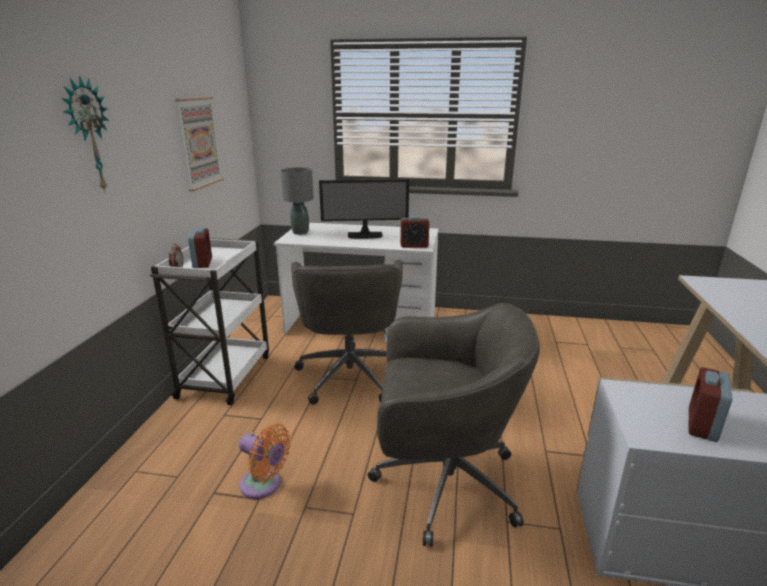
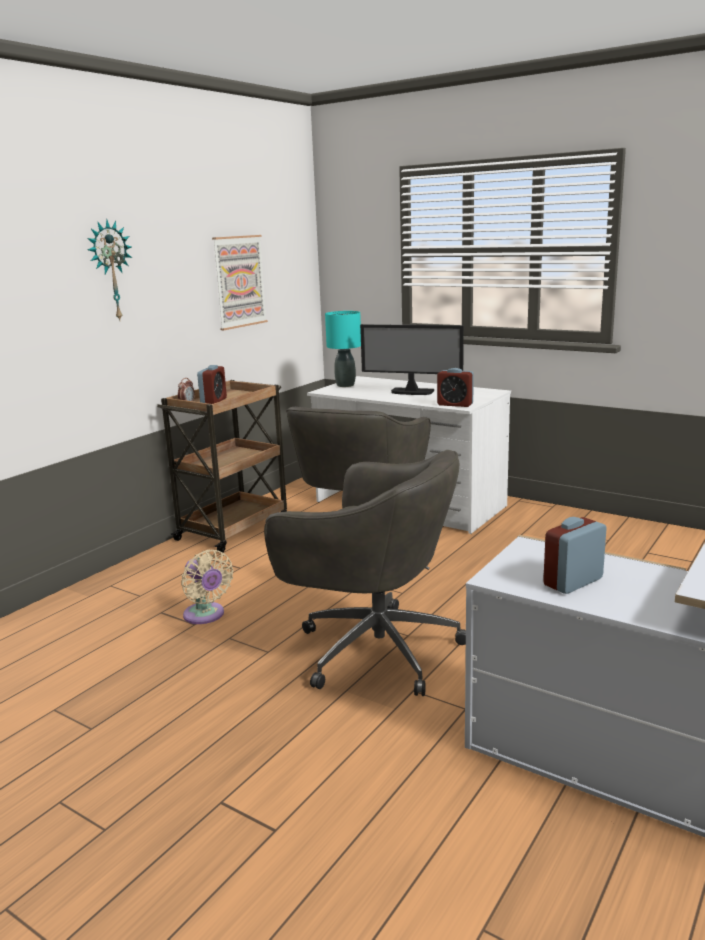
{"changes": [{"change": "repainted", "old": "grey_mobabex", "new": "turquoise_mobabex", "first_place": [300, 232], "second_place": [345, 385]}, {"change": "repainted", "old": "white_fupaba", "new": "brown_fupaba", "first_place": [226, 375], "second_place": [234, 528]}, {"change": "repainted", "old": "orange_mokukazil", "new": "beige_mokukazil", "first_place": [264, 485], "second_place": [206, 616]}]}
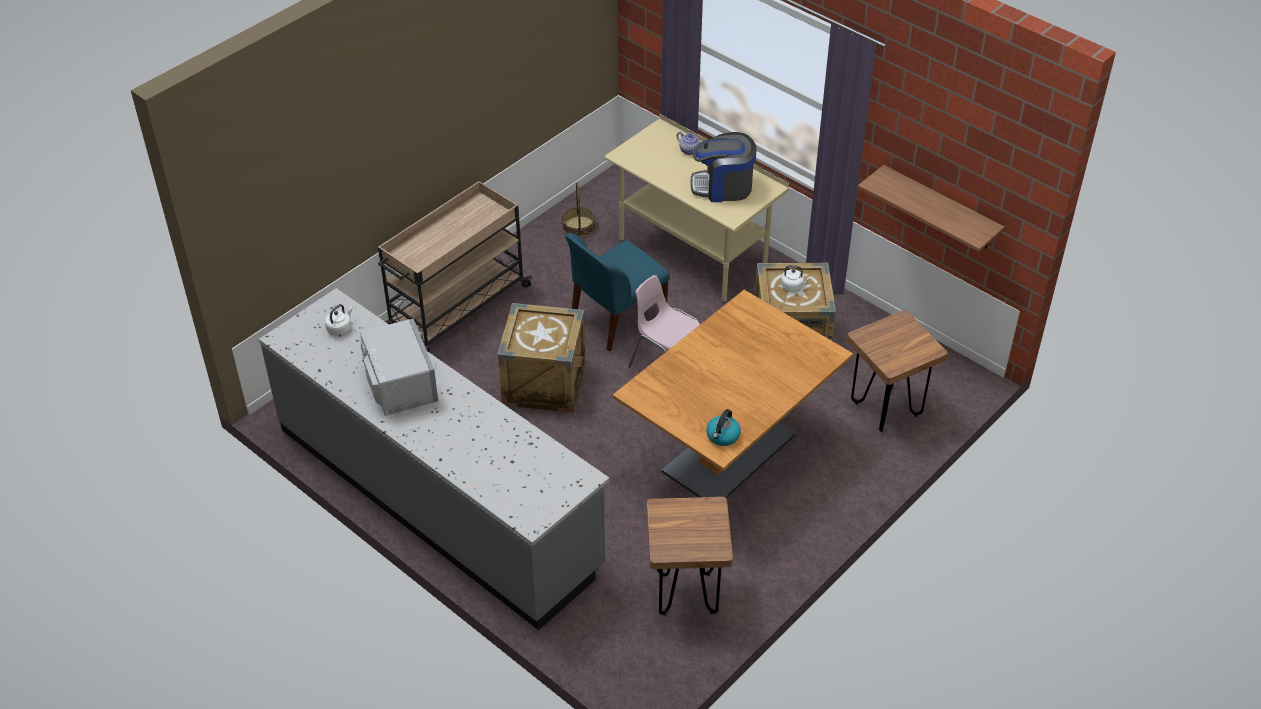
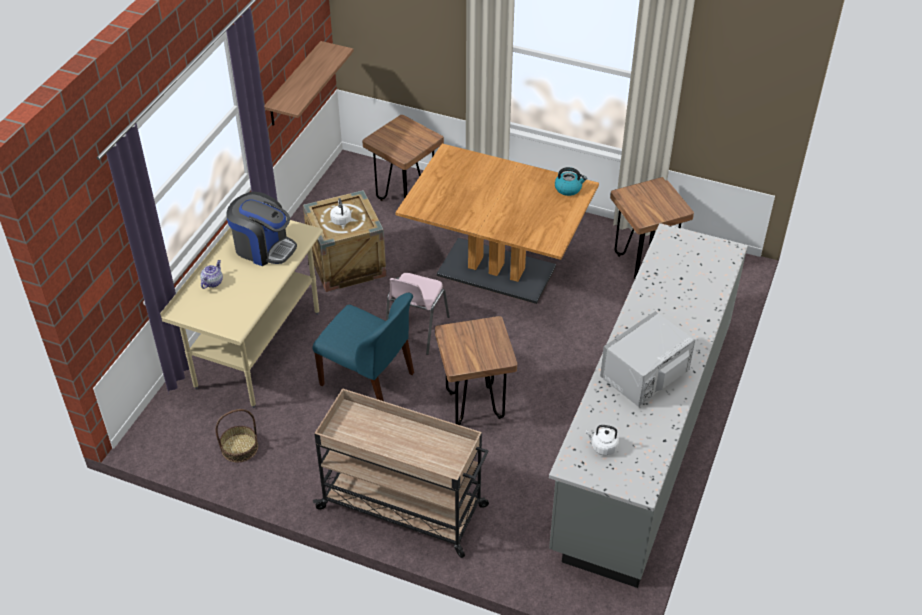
{"changes": [{"change": "rotated", "old": "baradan", "first_place": [723, 187], "second_place": [263, 248], "degrees": -45}, {"change": "swapped", "old": "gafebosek", "new": "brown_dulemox", "first_place": [544, 383], "second_place": [474, 406]}]}
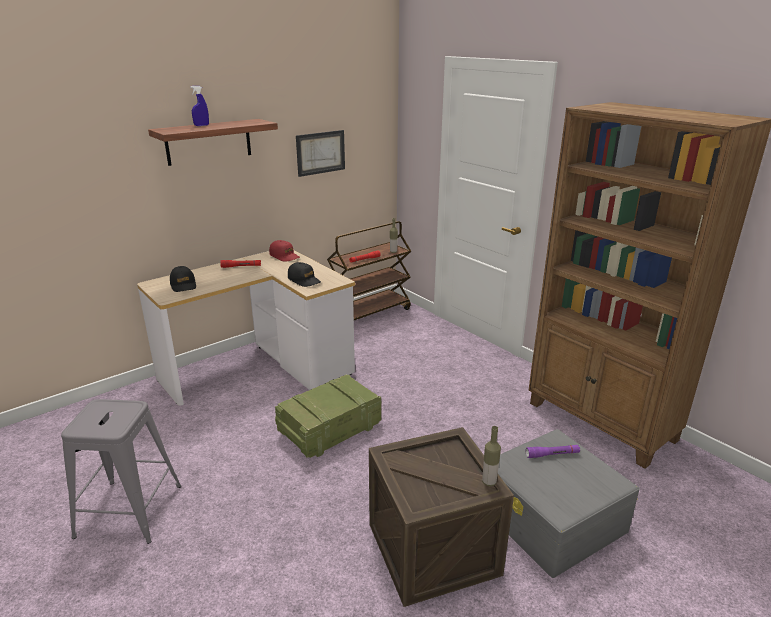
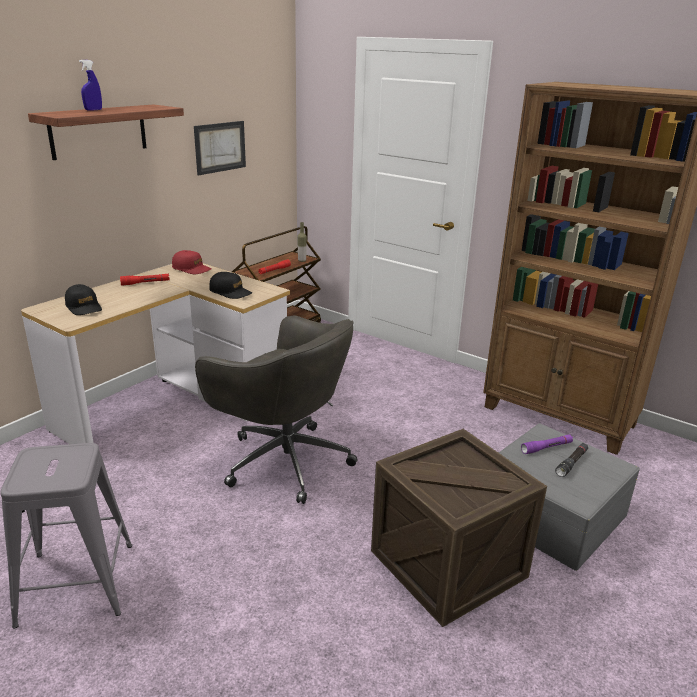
{"changes": [{"change": "swapped", "old": "gafebosek", "new": "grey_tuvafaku", "first_place": [329, 430], "second_place": [284, 460]}, {"change": "gone", "old": "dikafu", "first_place": [489, 482]}, {"change": "new", "new": "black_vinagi", "second_place": [571, 463]}]}
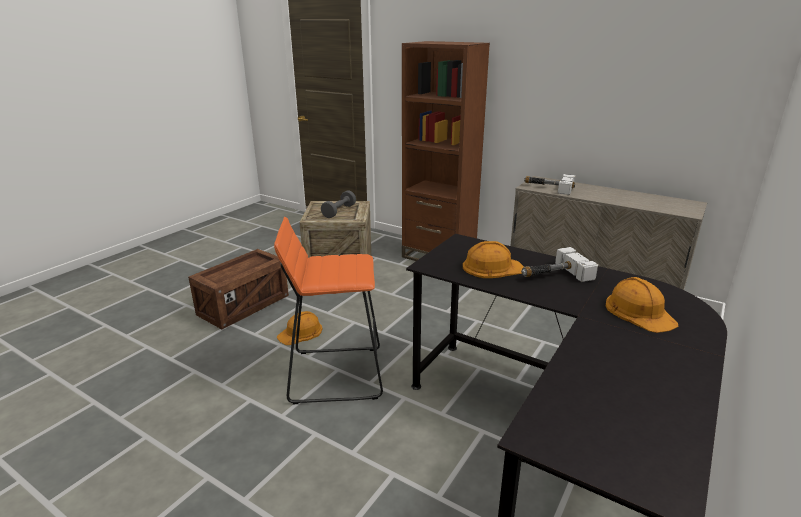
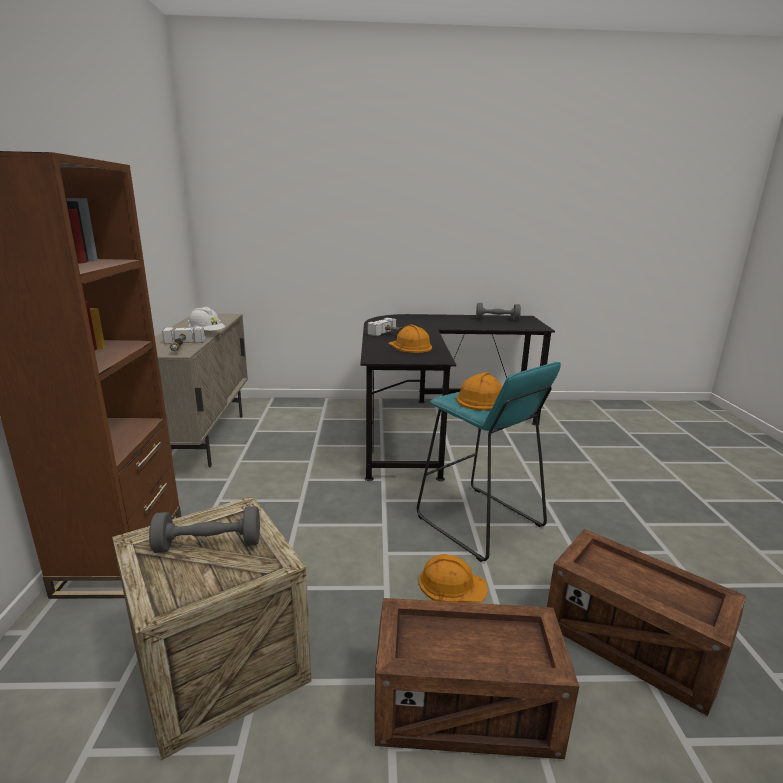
{"changes": [{"change": "repainted", "old": "orange_dulemox", "new": "turquoise_dulemox", "first_place": [335, 374], "second_place": [479, 522]}, {"change": "shifted", "old": "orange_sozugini", "first_place": [639, 311], "second_place": [482, 399]}, {"change": "new", "new": "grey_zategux", "second_place": [497, 319]}, {"change": "new", "new": "white_sozugini", "second_place": [206, 333]}, {"change": "new", "new": "gafebosek", "second_place": [630, 642]}]}
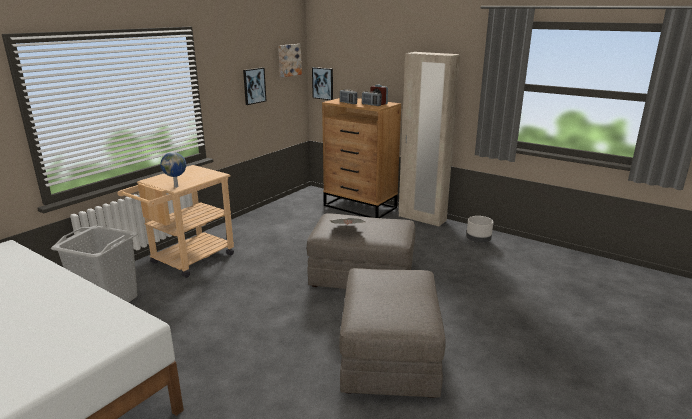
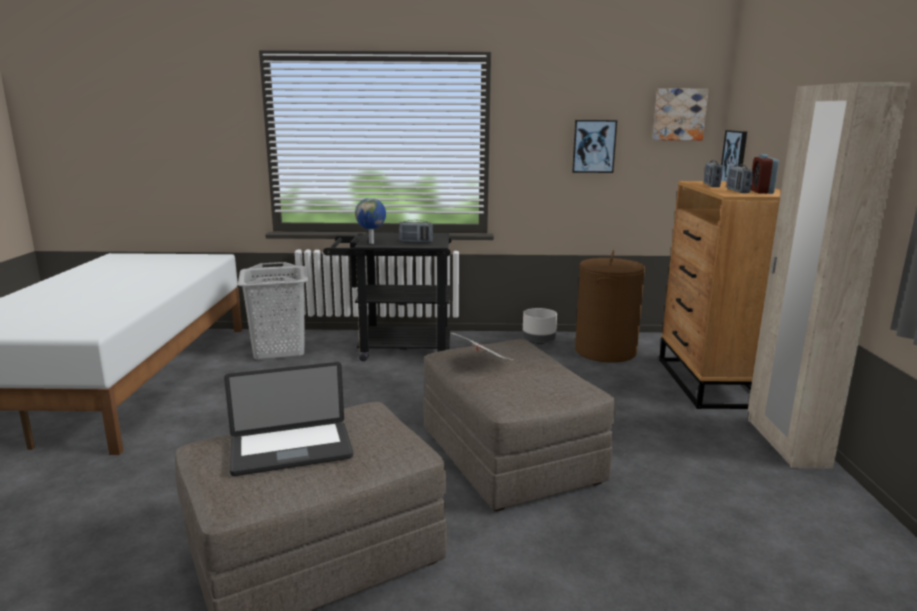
{"changes": [{"change": "repainted", "old": "beige_fupaba", "new": "black_fupaba", "first_place": [187, 261], "second_place": [395, 348]}, {"change": "shifted", "old": "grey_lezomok", "first_place": [478, 241], "second_place": [538, 341]}, {"change": "new", "new": "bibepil", "second_place": [416, 241]}, {"change": "new", "new": "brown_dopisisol", "second_place": [605, 351]}, {"change": "new", "new": "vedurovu", "second_place": [291, 450]}]}
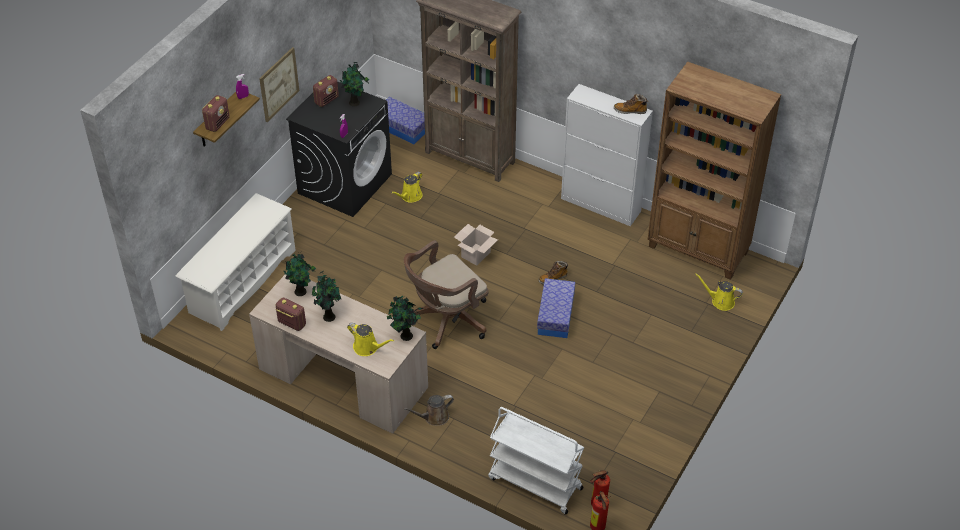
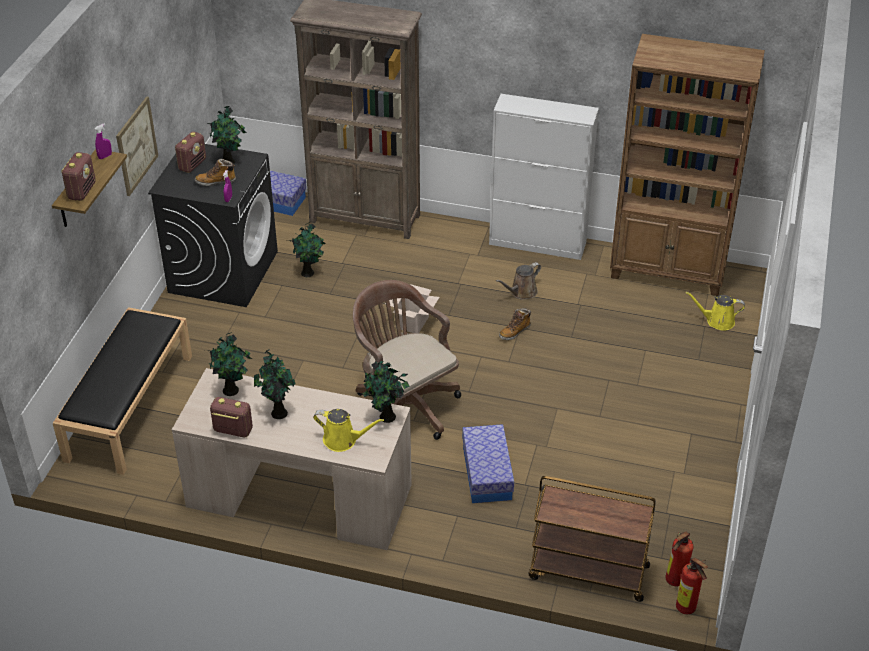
{"changes": [{"change": "shifted", "old": "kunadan", "first_place": [630, 111], "second_place": [216, 181]}, {"change": "swapped", "old": "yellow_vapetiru", "new": "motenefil", "first_place": [410, 196], "second_place": [309, 272]}, {"change": "swapped", "old": "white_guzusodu", "new": "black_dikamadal", "first_place": [242, 281], "second_place": [129, 406]}, {"change": "rotated", "old": "brown_tuvafaku", "first_place": [446, 321], "second_place": [404, 403], "degrees": 105}, {"change": "shifted", "old": "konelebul", "first_place": [555, 315], "second_place": [487, 473]}, {"change": "shifted", "old": "brown_vapetiru", "first_place": [434, 417], "second_place": [521, 292]}, {"change": "repainted", "old": "white_fupaba", "new": "brown_fupaba", "first_place": [534, 483], "second_place": [587, 572]}]}
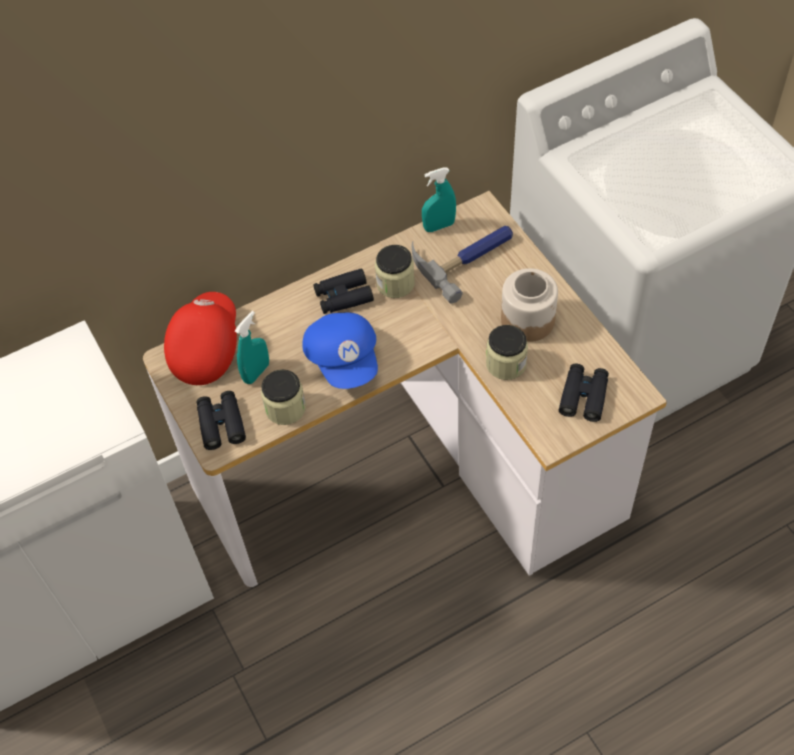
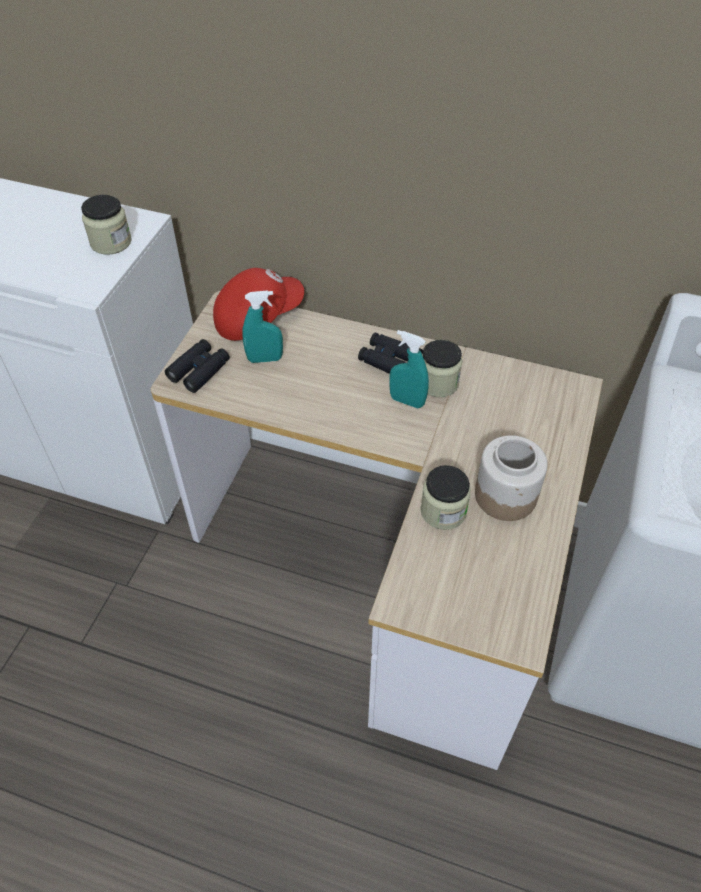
{"changes": [{"change": "shifted", "old": "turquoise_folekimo", "first_place": [439, 226], "second_place": [407, 401]}, {"change": "gone", "old": "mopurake", "first_place": [466, 257]}, {"change": "gone", "old": "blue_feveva", "first_place": [344, 359]}, {"change": "gone", "old": "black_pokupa", "first_place": [583, 396]}, {"change": "shifted", "old": "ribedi", "first_place": [285, 408], "second_place": [111, 242]}]}
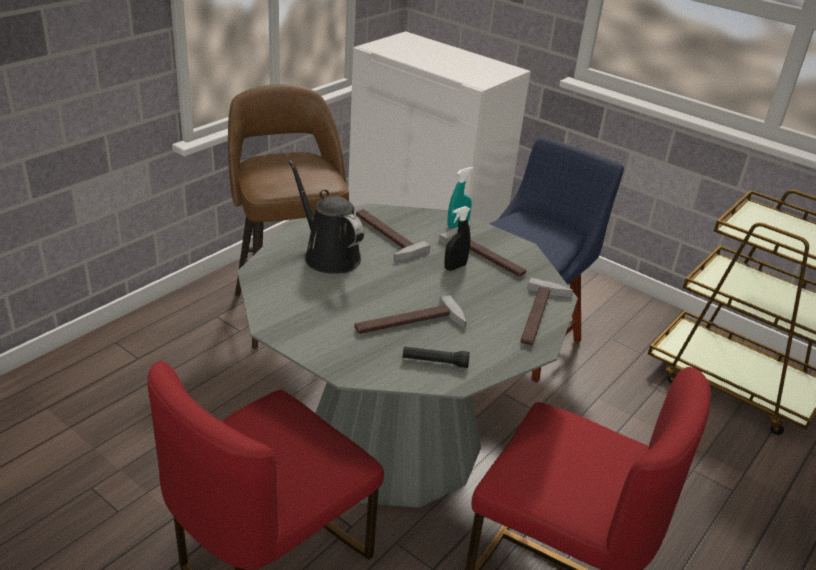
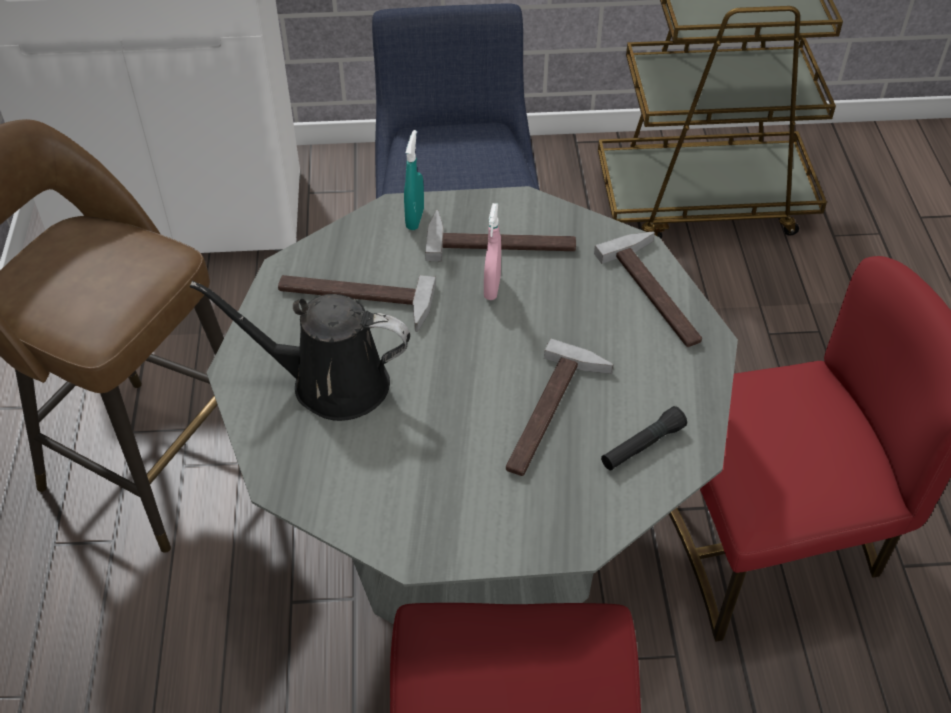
{"changes": [{"change": "repainted", "old": "black_folekimo", "new": "pink_folekimo", "first_place": [455, 267], "second_place": [492, 288]}]}
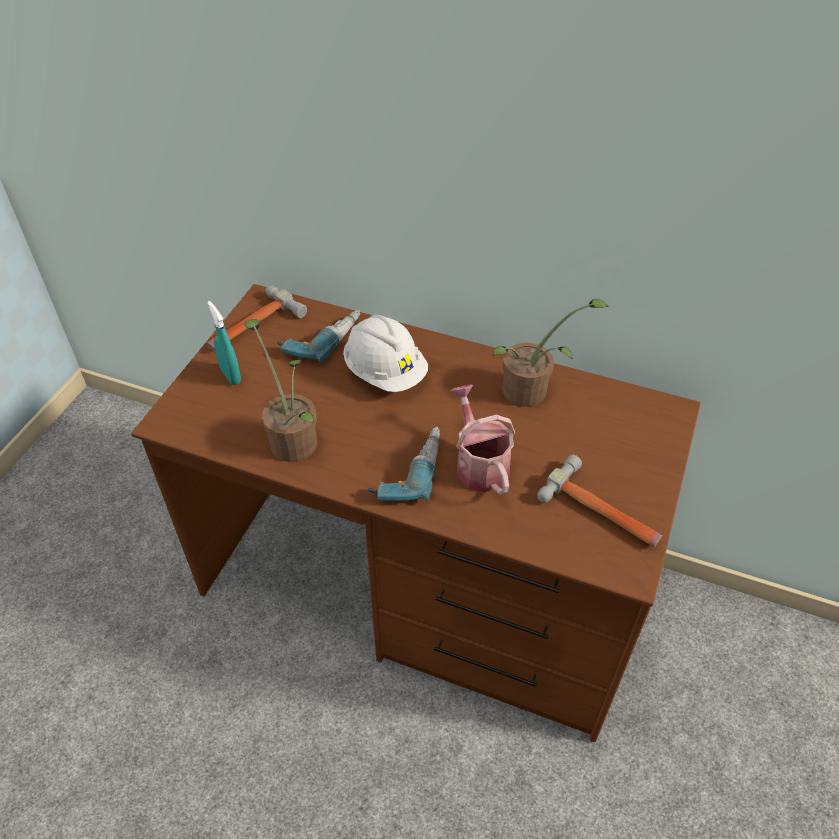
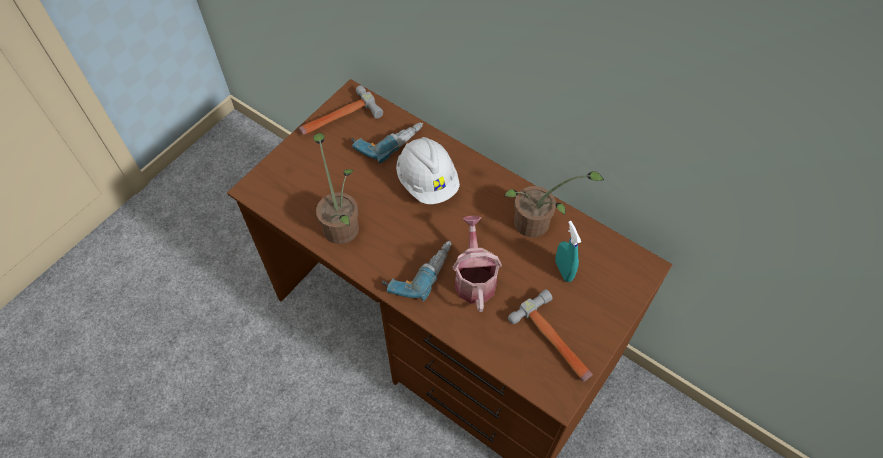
{"changes": [{"change": "shifted", "old": "turquoise_folekimo", "first_place": [230, 375], "second_place": [563, 270]}]}
